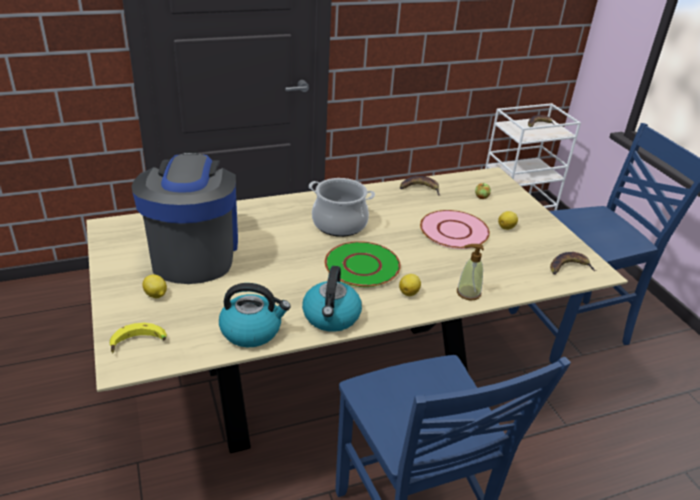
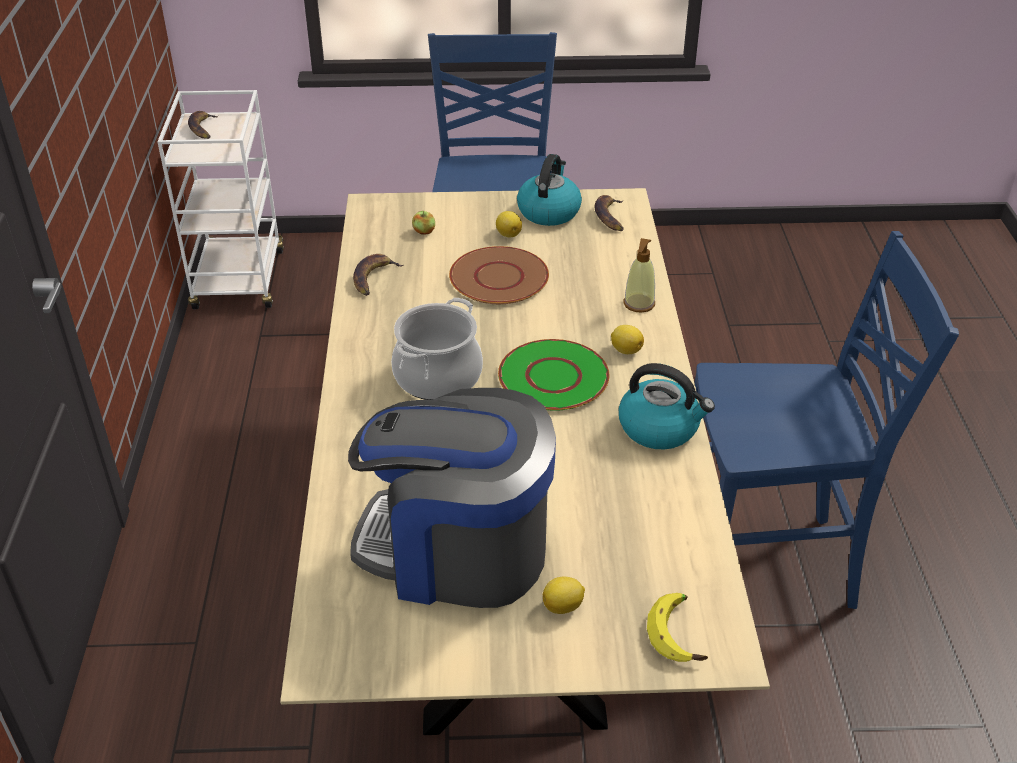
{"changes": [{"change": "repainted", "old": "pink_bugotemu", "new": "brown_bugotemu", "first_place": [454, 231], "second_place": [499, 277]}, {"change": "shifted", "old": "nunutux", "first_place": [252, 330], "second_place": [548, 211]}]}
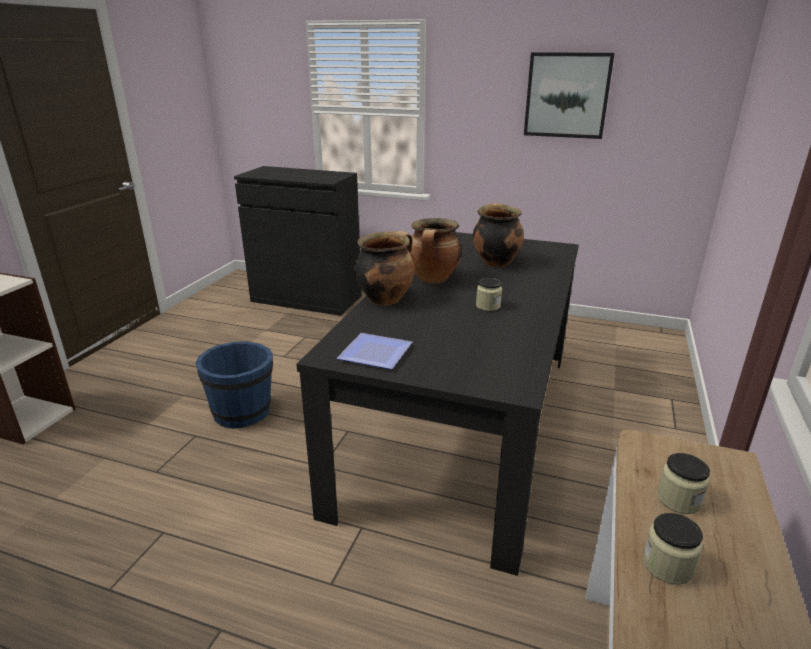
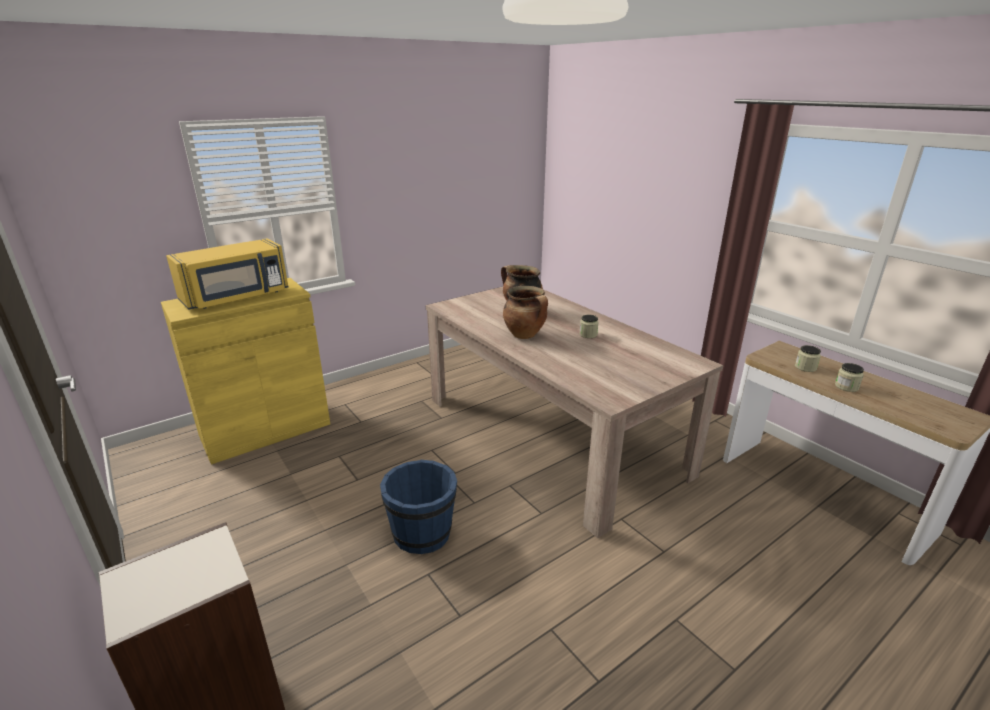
{"changes": [{"change": "gone", "old": "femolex", "first_place": [567, 95]}, {"change": "repainted", "old": "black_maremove", "new": "yellow_maremove", "first_place": [306, 299], "second_place": [265, 430]}, {"change": "gone", "old": "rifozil", "first_place": [385, 299]}, {"change": "repainted", "old": "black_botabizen", "new": "beige_botabizen", "first_place": [462, 423], "second_place": [551, 434]}, {"change": "gone", "old": "bugotemu", "first_place": [374, 352]}, {"change": "new", "new": "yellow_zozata", "second_place": [237, 297]}]}
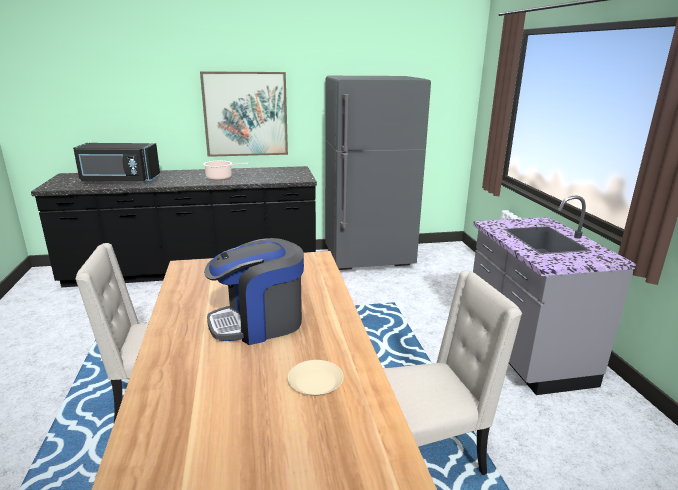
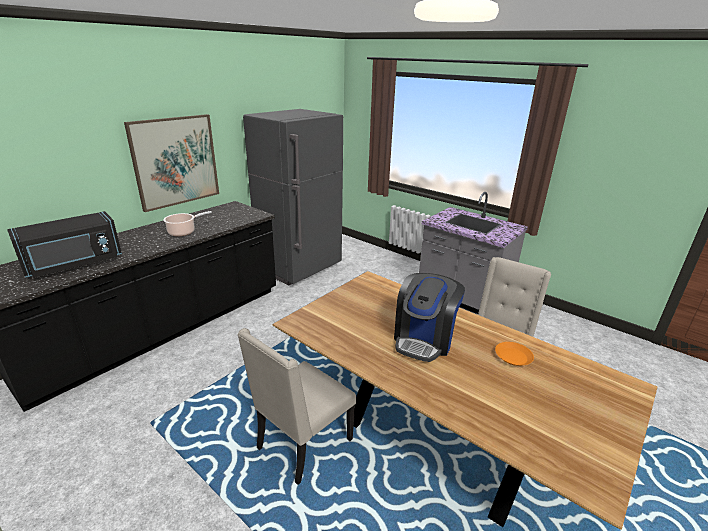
{"changes": [{"change": "repainted", "old": "beige_bugotemu", "new": "orange_bugotemu", "first_place": [315, 382], "second_place": [512, 357]}]}
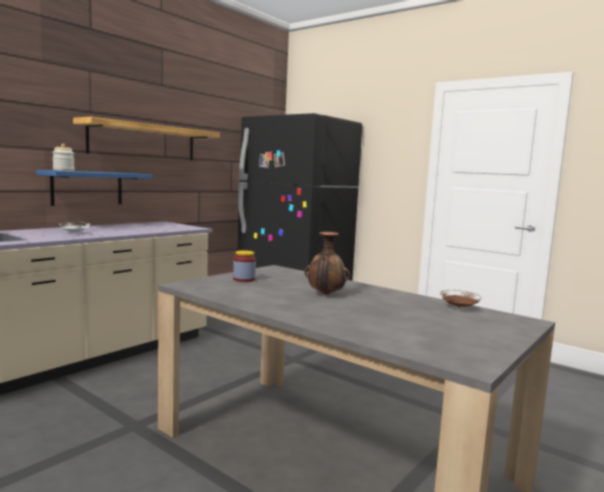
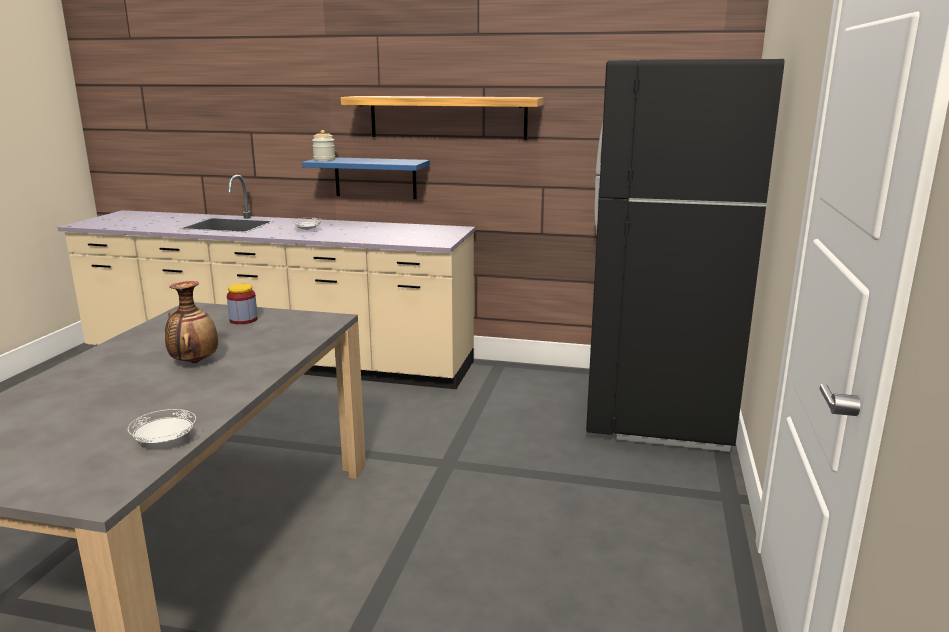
{"changes": [{"change": "repainted", "old": "brown_bugotemu", "new": "white_bugotemu", "first_place": [459, 308], "second_place": [164, 442]}]}
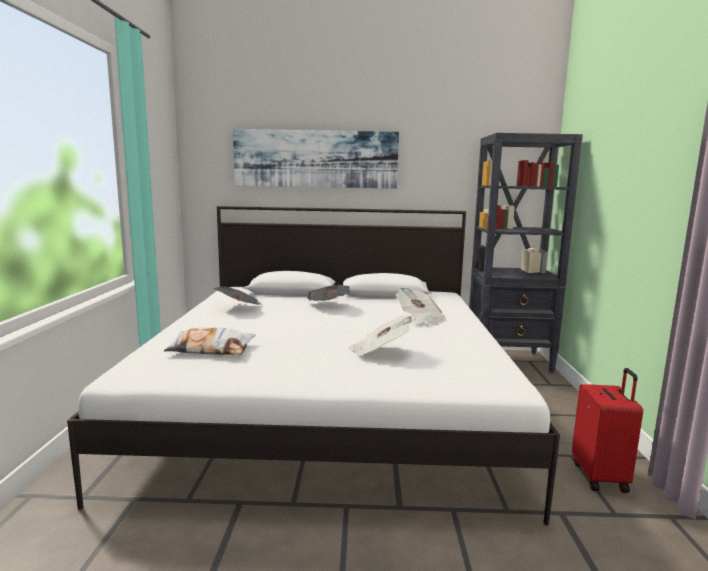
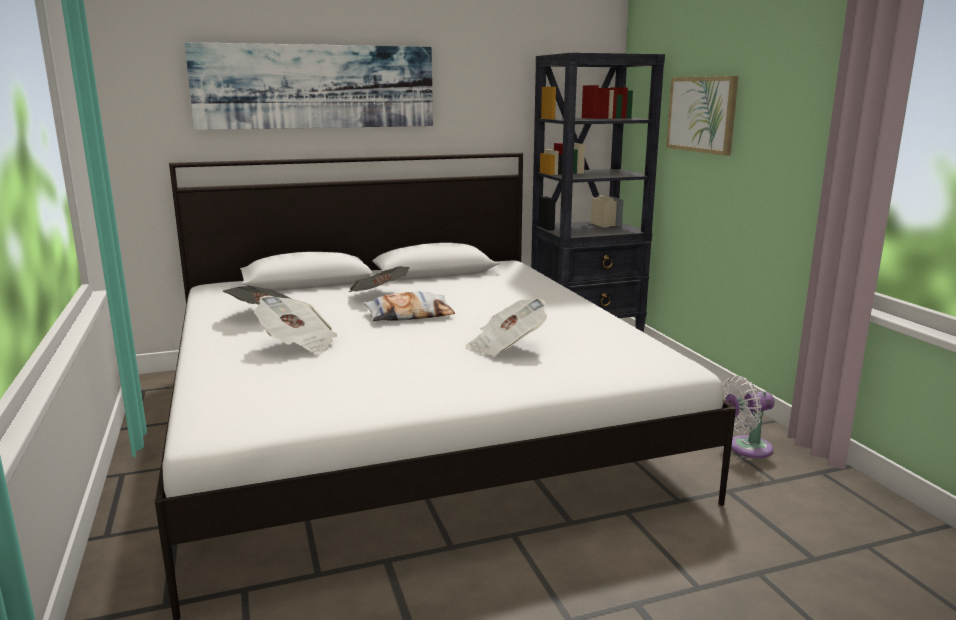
{"changes": [{"change": "shifted", "old": "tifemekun", "first_place": [420, 319], "second_place": [298, 344]}, {"change": "shifted", "old": "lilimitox", "first_place": [211, 349], "second_place": [409, 315]}, {"change": "swapped", "old": "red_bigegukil", "new": "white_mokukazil", "first_place": [601, 477], "second_place": [745, 448]}, {"change": "new", "new": "femolex", "second_place": [702, 114]}]}
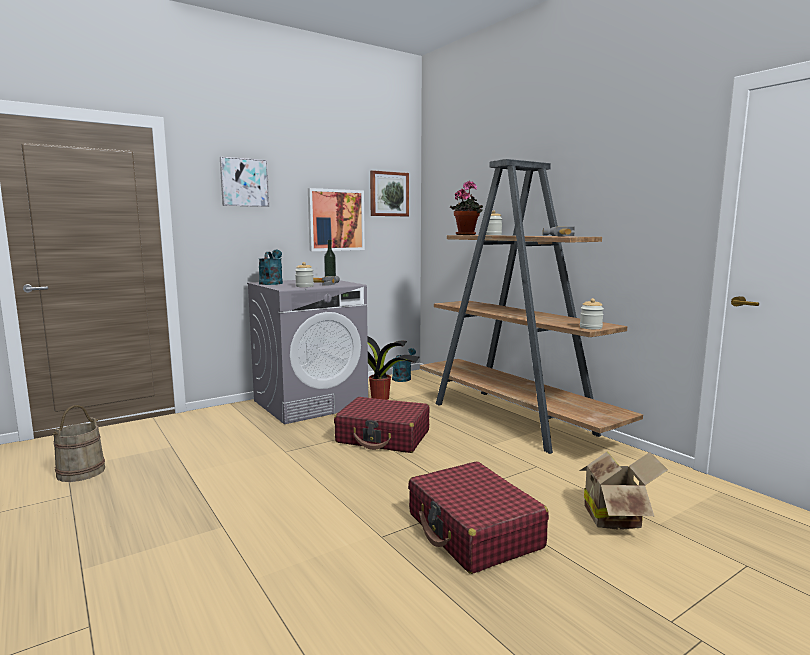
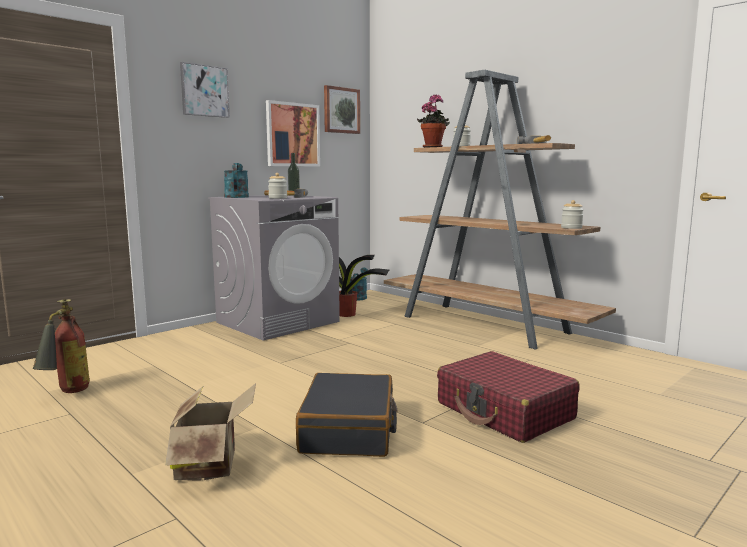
{"changes": [{"change": "gone", "old": "red_bigegukil", "first_place": [383, 437]}, {"change": "swapped", "old": "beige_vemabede", "new": "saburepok", "first_place": [81, 472], "second_place": [66, 393]}, {"change": "shifted", "old": "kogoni", "first_place": [616, 517], "second_place": [212, 465]}, {"change": "new", "new": "black_bigegukil", "second_place": [349, 430]}]}
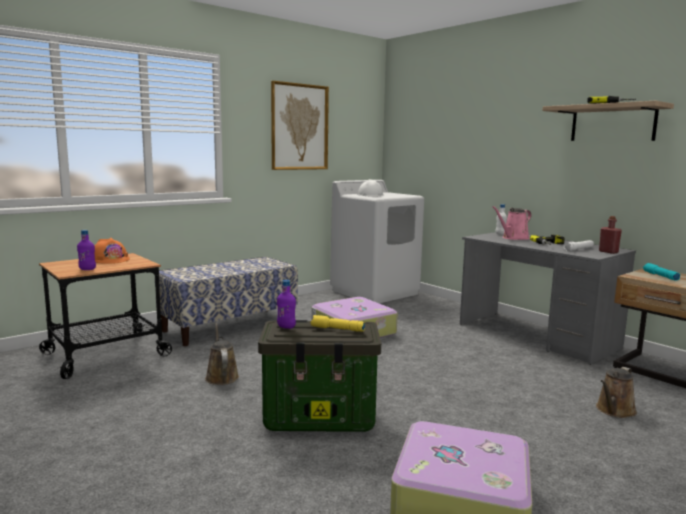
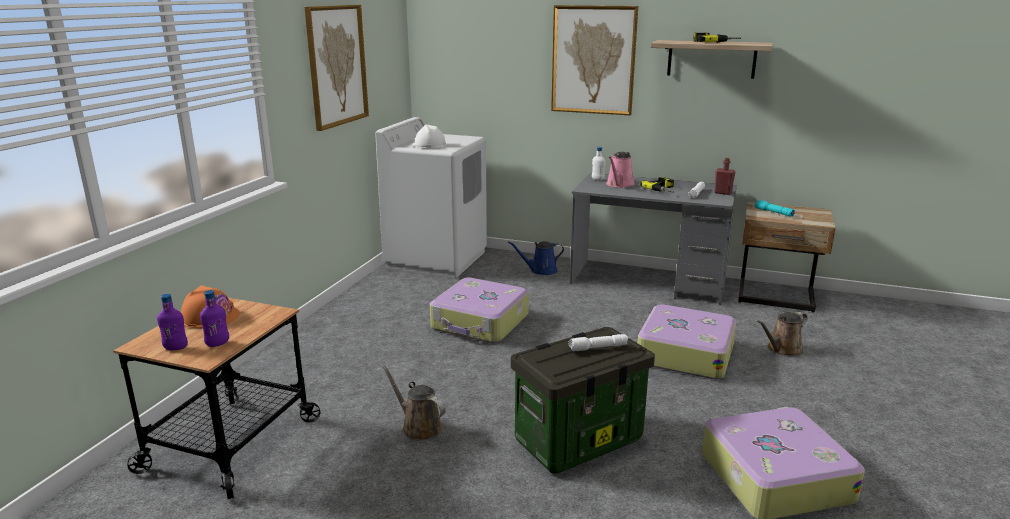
{"changes": [{"change": "gone", "old": "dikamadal", "first_place": [229, 326]}, {"change": "shifted", "old": "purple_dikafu", "first_place": [286, 327], "second_place": [176, 348]}, {"change": "repainted", "old": "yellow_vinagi", "new": "white_vinagi", "first_place": [337, 329], "second_place": [597, 348]}, {"change": "rotated", "old": "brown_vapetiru", "first_place": [614, 411], "second_place": [782, 349], "degrees": 45}, {"change": "new", "new": "femolex", "second_place": [593, 60]}, {"change": "new", "new": "blue_vapetiru", "second_place": [541, 271]}, {"change": "new", "new": "bigegukil", "second_place": [684, 353]}]}
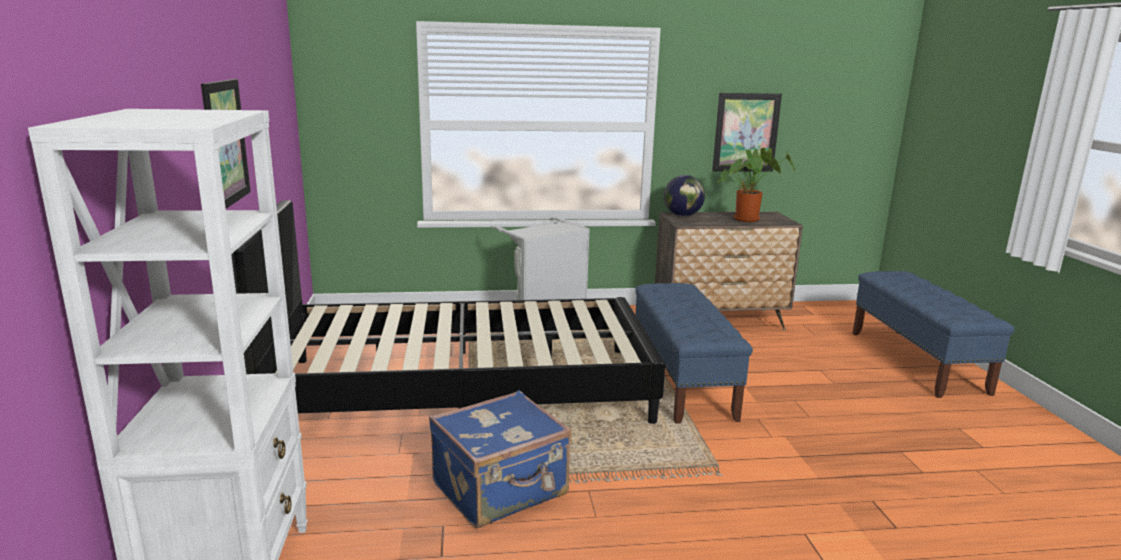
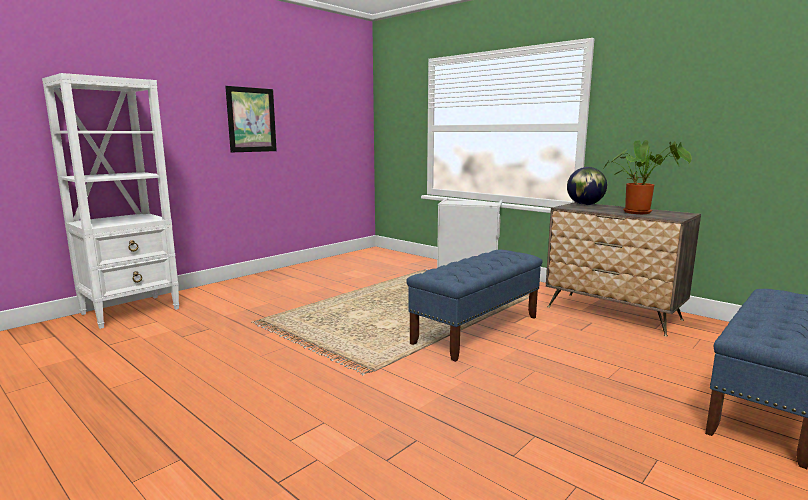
{"changes": [{"change": "gone", "old": "femolex", "first_place": [746, 132]}, {"change": "gone", "old": "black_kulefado", "first_place": [462, 390]}, {"change": "gone", "old": "blue_bigegukil", "first_place": [501, 490]}]}
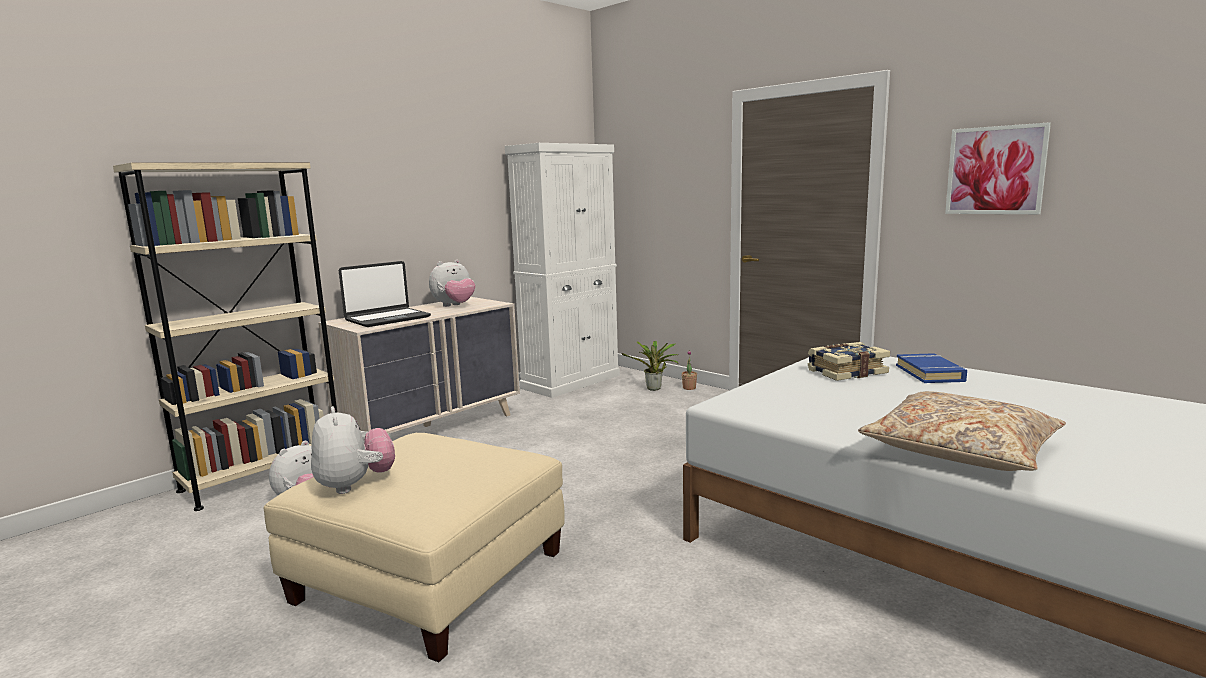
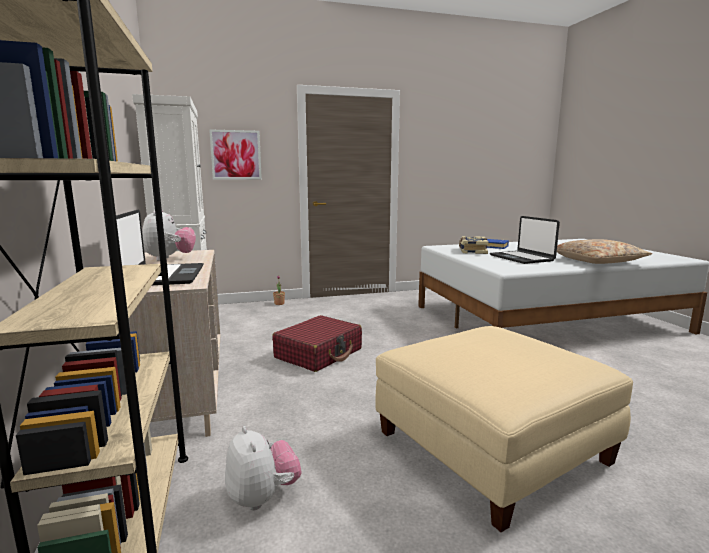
{"changes": [{"change": "shifted", "old": "femolex", "first_place": [995, 170], "second_place": [236, 155]}, {"change": "gone", "old": "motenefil", "first_place": [654, 389]}, {"change": "gone", "old": "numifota", "first_place": [355, 485]}, {"change": "new", "new": "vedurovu", "second_place": [522, 258]}, {"change": "new", "new": "red_bigegukil", "second_place": [319, 353]}]}
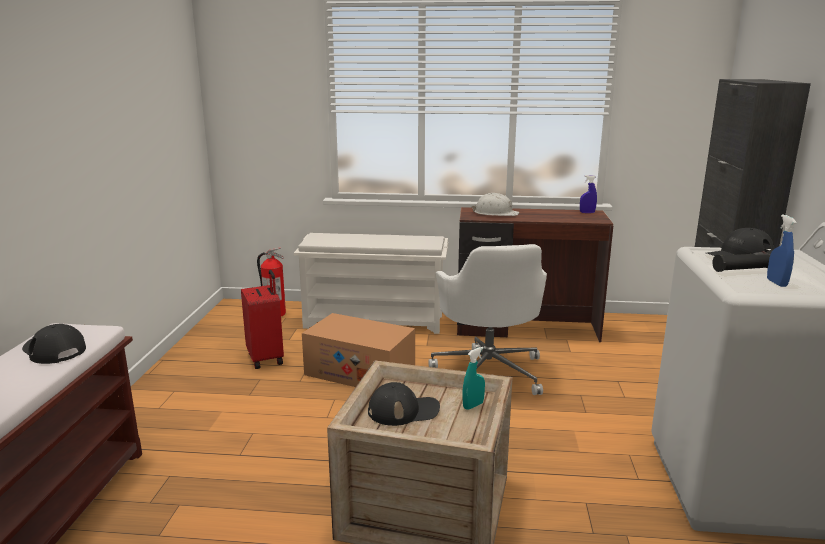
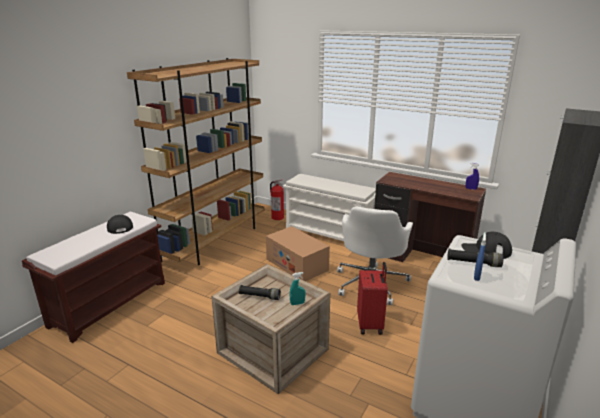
{"changes": [{"change": "gone", "old": "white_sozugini", "first_place": [495, 213]}, {"change": "shifted", "old": "red_bigegukil", "first_place": [266, 358], "second_place": [370, 324]}, {"change": "swapped", "old": "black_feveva", "new": "black_vinagi", "first_place": [403, 410], "second_place": [259, 296]}, {"change": "new", "new": "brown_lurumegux", "second_place": [215, 241]}]}
